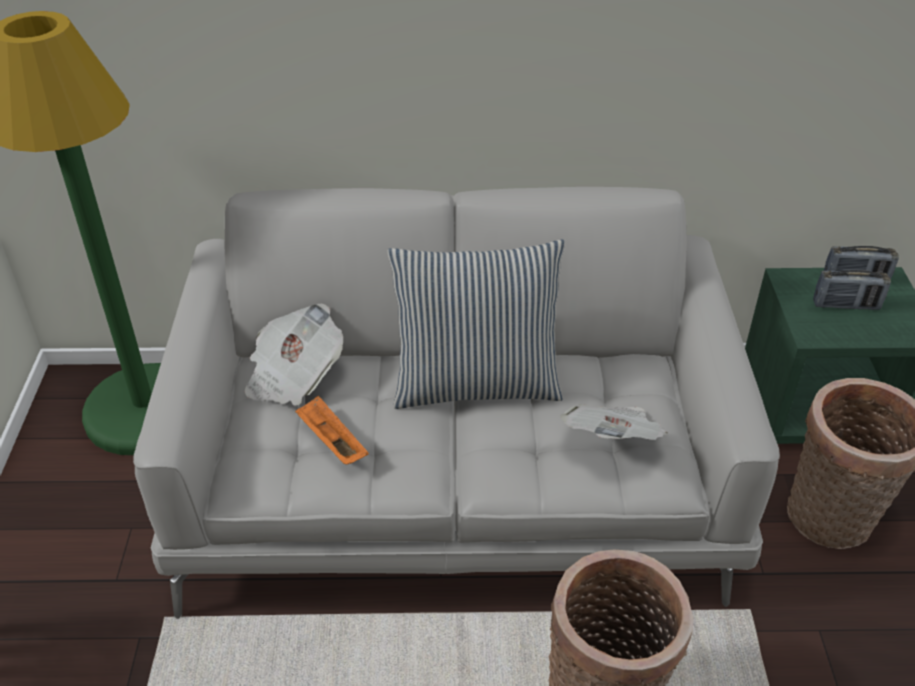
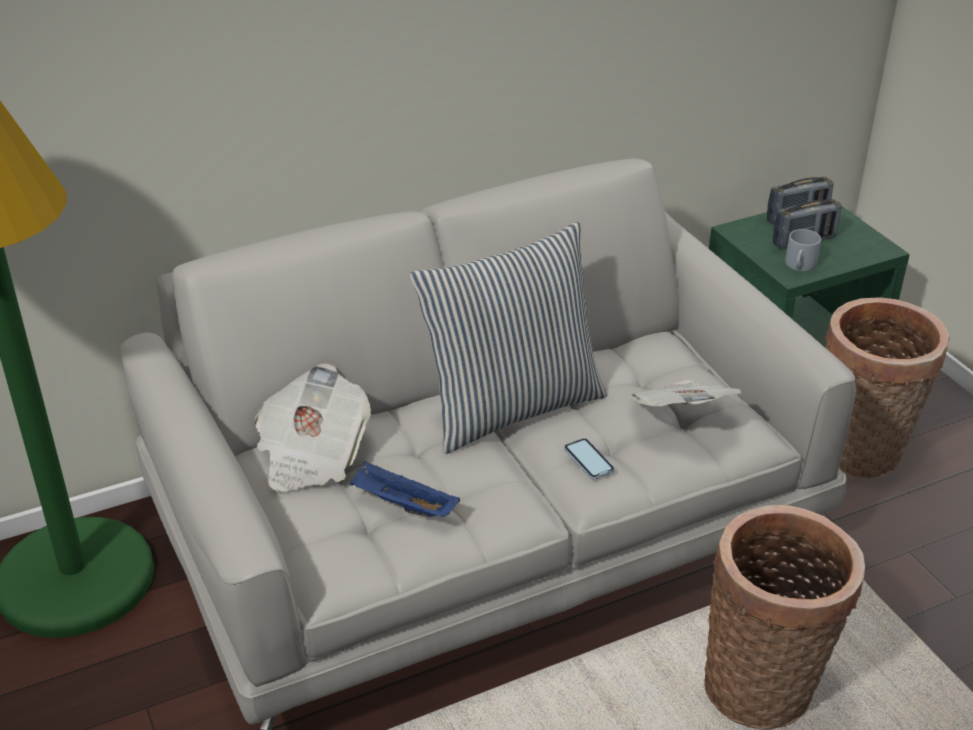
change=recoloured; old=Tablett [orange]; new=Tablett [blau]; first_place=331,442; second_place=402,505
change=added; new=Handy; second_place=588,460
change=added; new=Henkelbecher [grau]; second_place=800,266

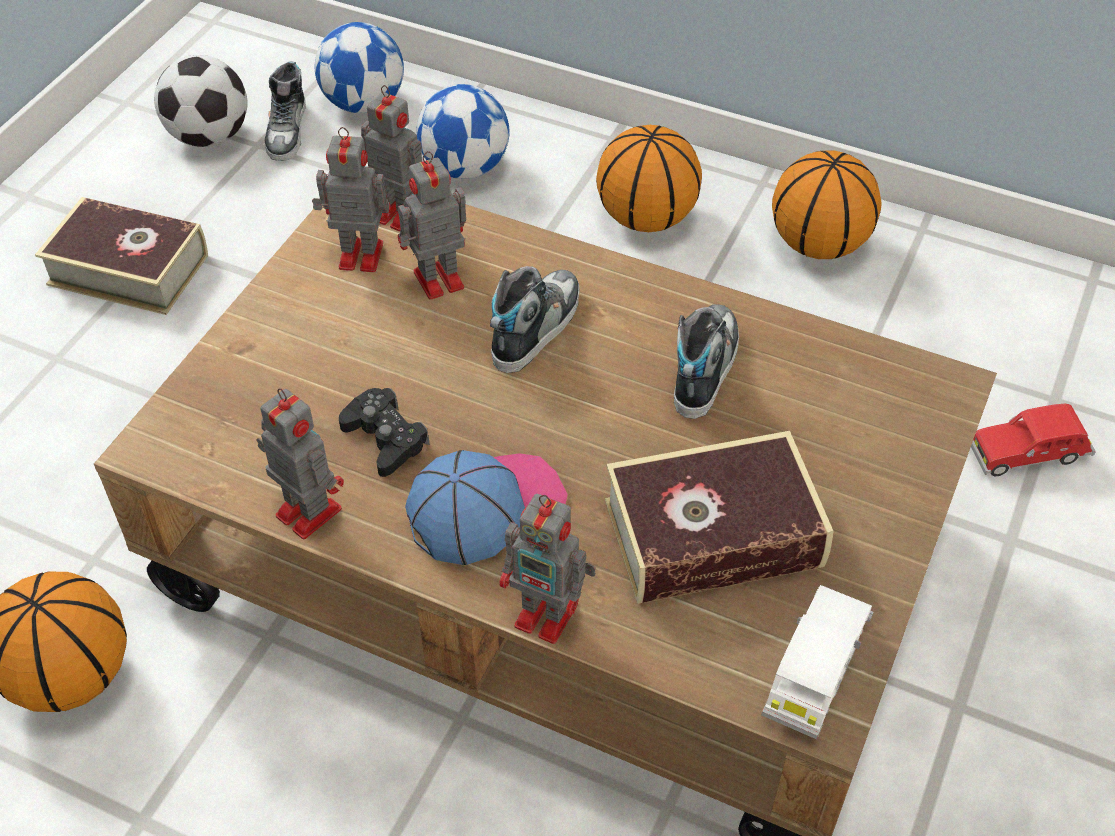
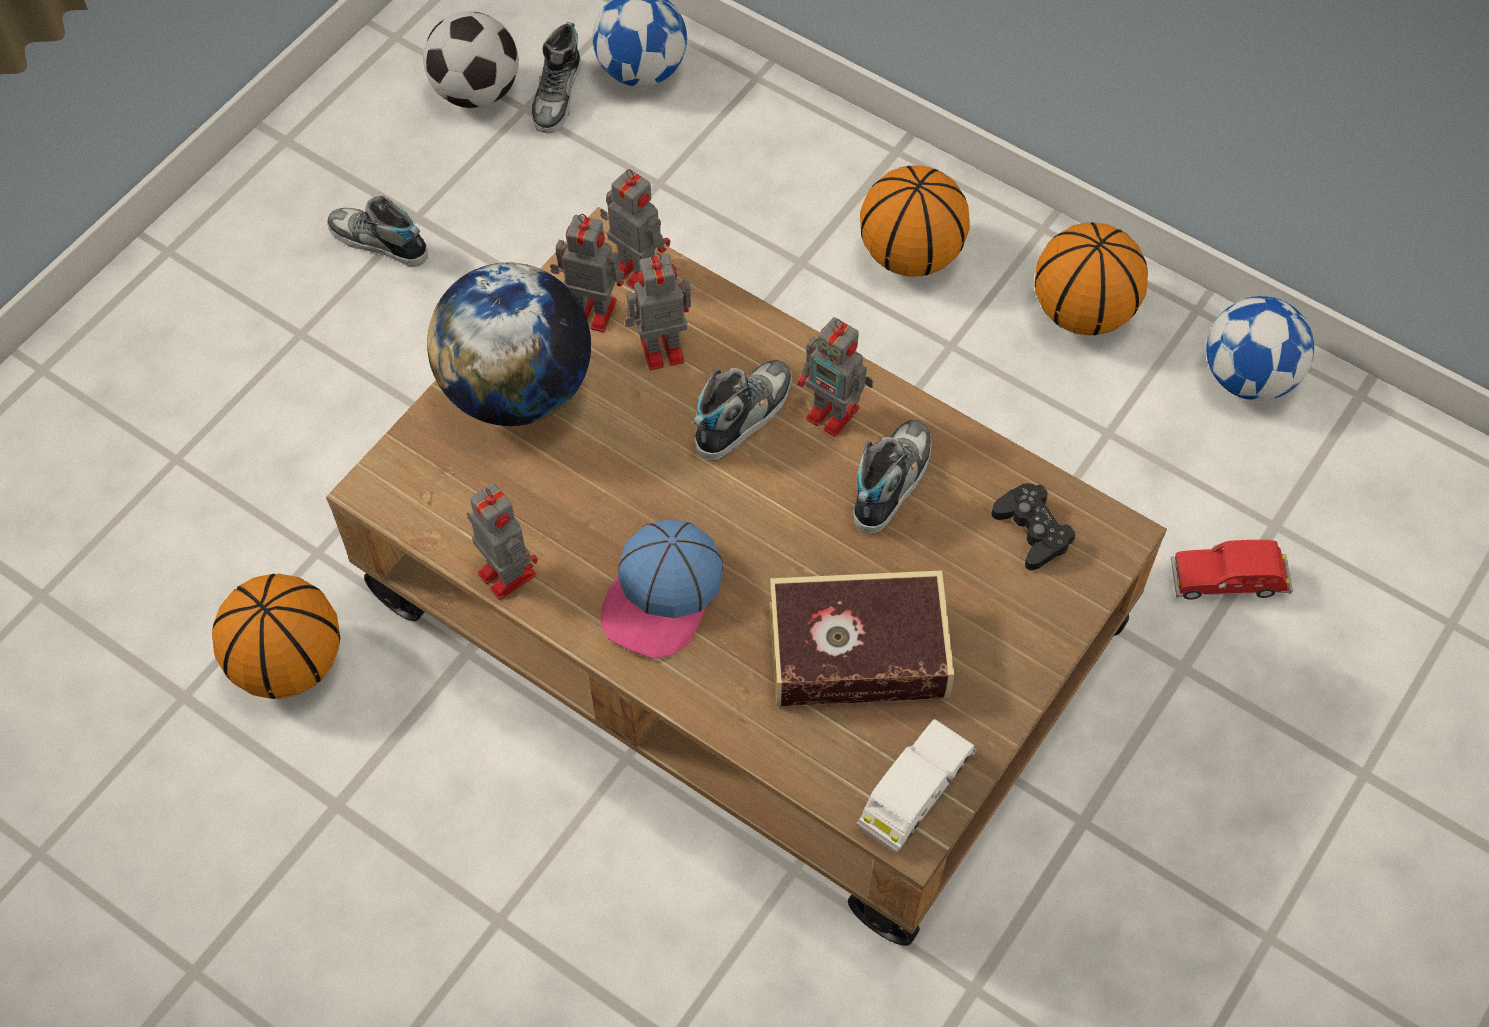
change=replaced; old=Buch; new=Schuh; first_place=128,269; second_place=379,242
change=moved; old=Gamepad [schwarz]; first_place=385,438; second_place=1032,531
change=turned; old=Kappe; first_place=486,509; second_place=662,595; degrees=135
change=moved; old=Fußball; first_place=465,168; second_place=1248,377
change=moved; old=Spielzeugroboter; first_place=549,616; second_place=835,414
change=added; new=Globus; second_place=517,390

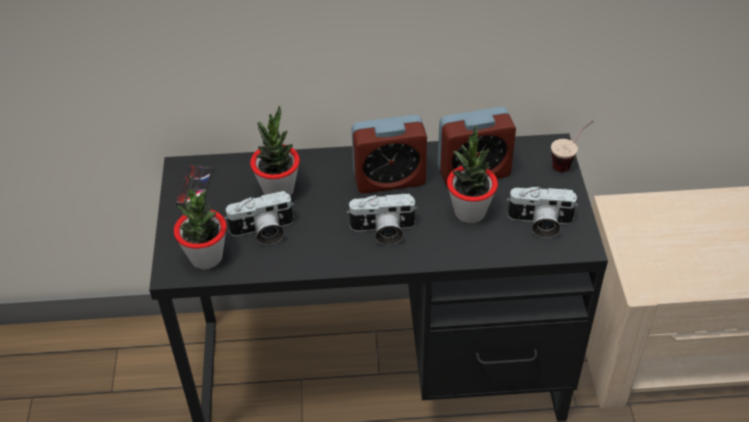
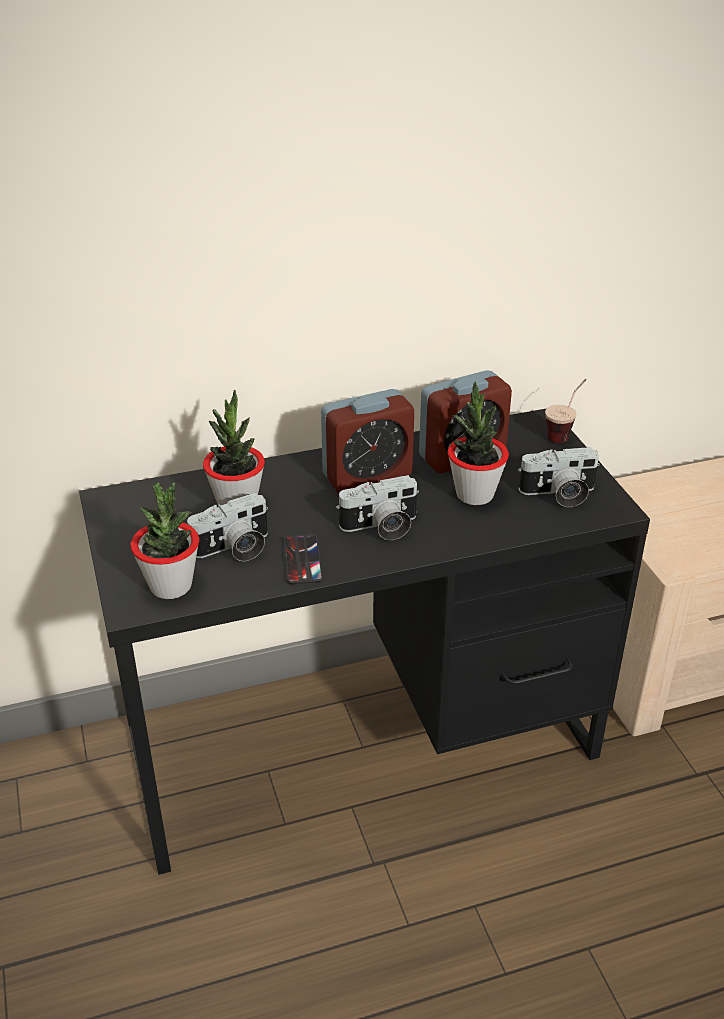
change=moved; old=Handy; first_place=194,186; second_place=302,559

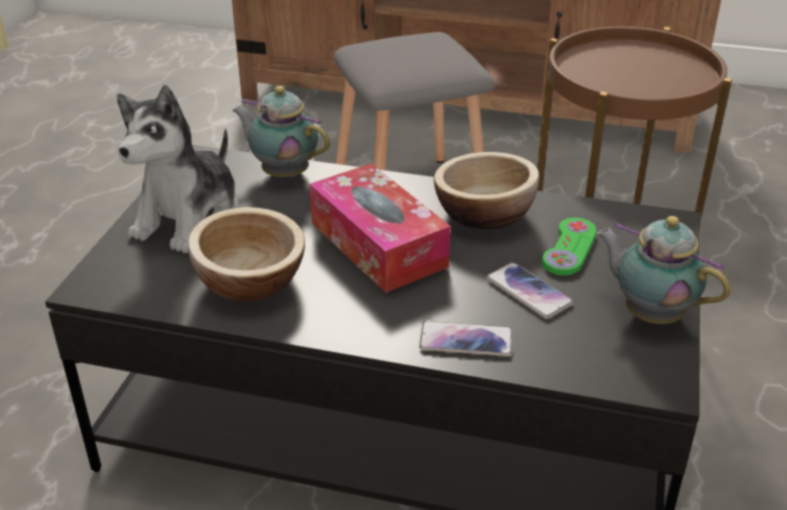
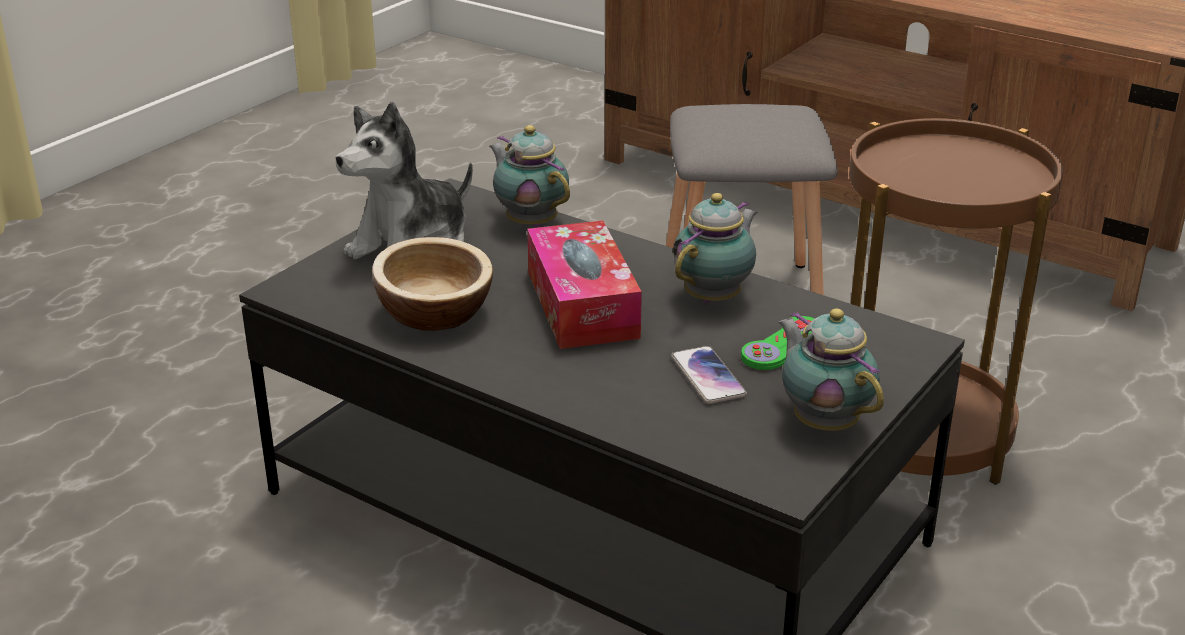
change=removed; old=Handy; first_place=466,340
change=replaced; old=Schüssel; new=Teekanne; first_place=484,214; second_place=715,297

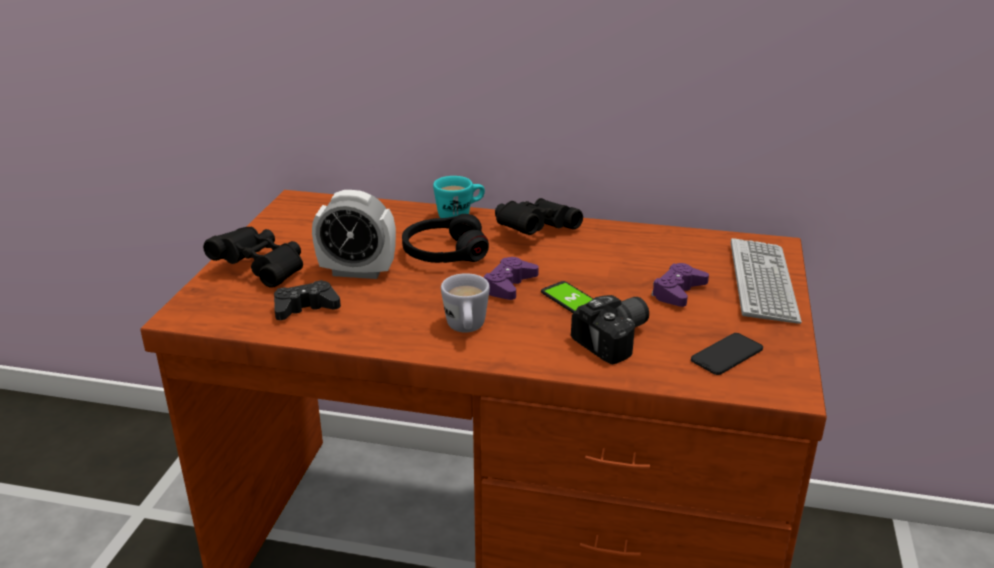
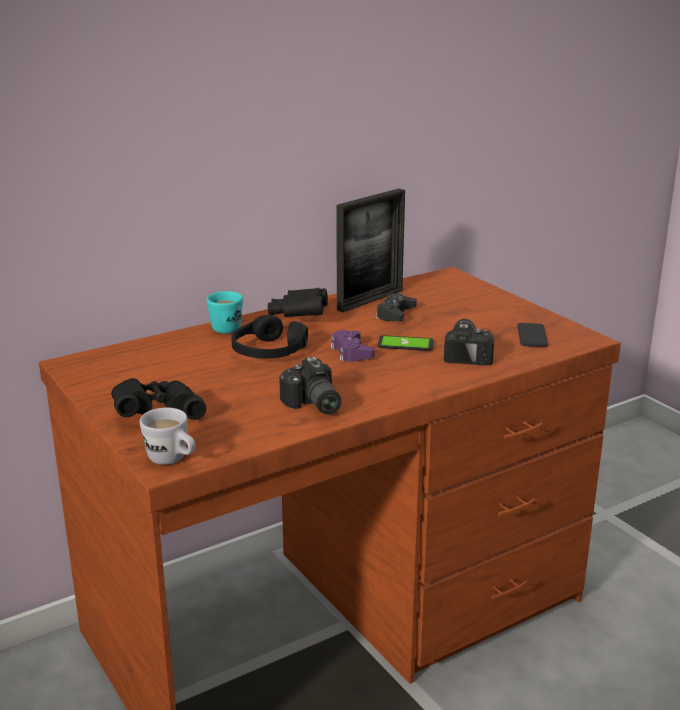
change=moved; old=Gamepad [schwarz]; first_place=305,308; second_place=395,314
change=removed; old=Wecker; first_place=357,272
change=moved; old=Henkelbecher [weiß]; first_place=466,330; second_place=172,460
change=removed; old=Gamepad [lila]; first_place=678,292
change=removed; old=Tastatur; first_place=763,282
change=added; new=Kamera; second_place=312,405
change=added; new=Bilderrahmen; second_place=370,300

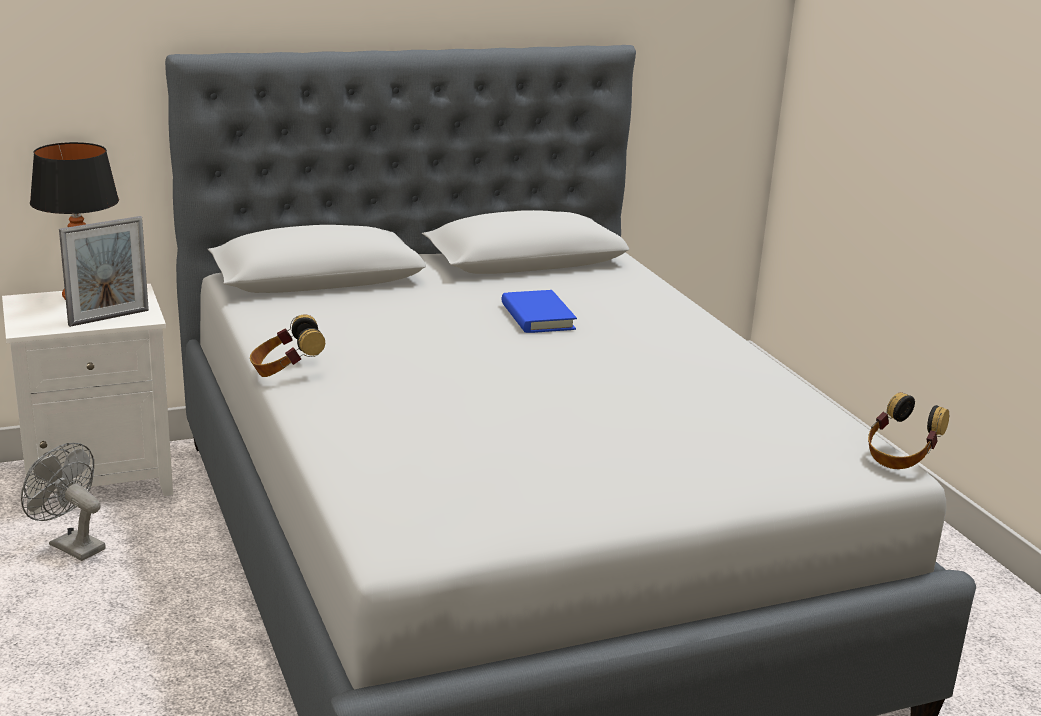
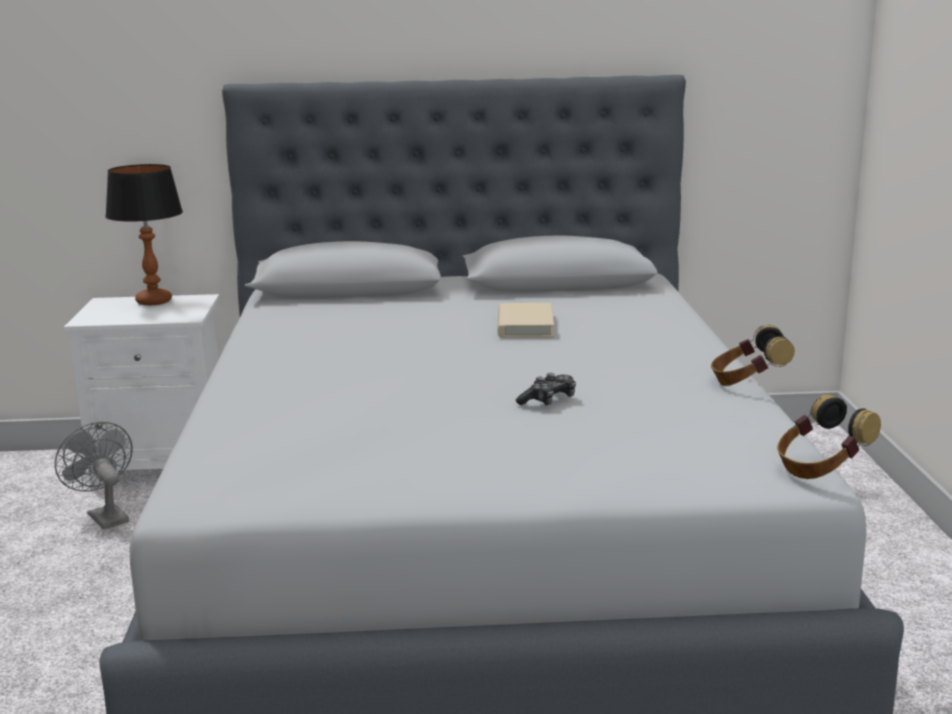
change=removed; old=Bilderrahmen; first_place=109,317
change=moved; old=Kopfhörer; first_place=286,371; second_place=747,383
change=recoloured; old=Buch [blau]; new=Buch [beige]; first_place=537,316; second_place=525,326
change=added; new=Gamepad; second_place=548,400

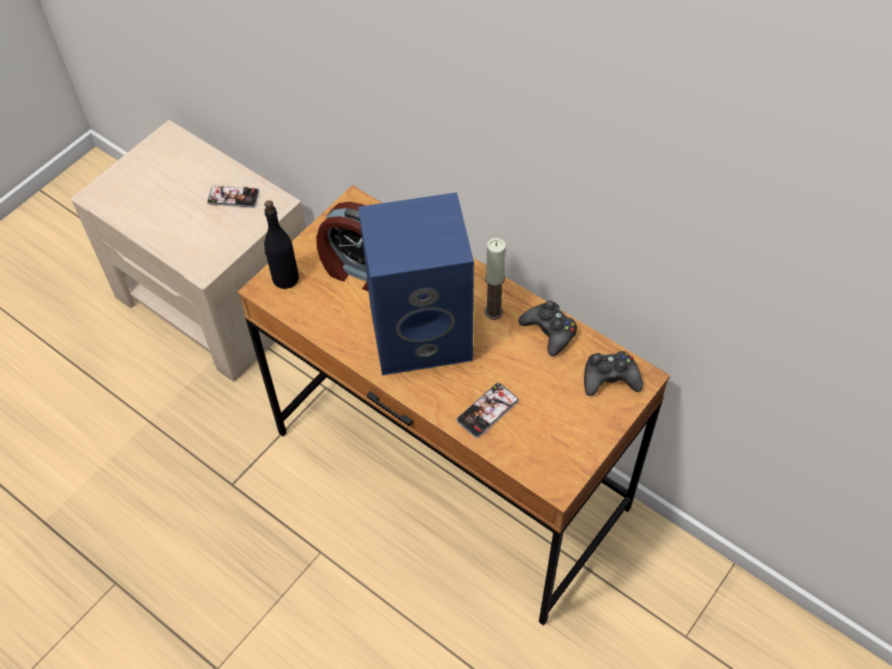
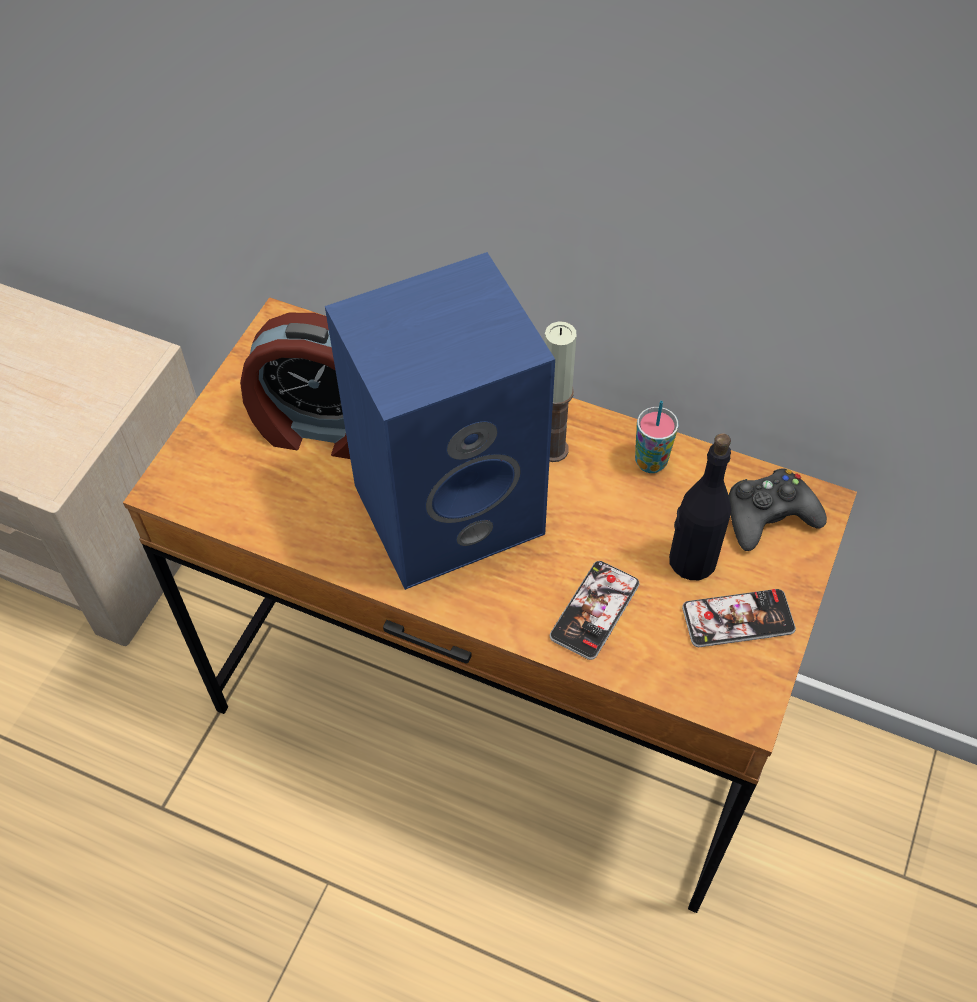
change=moved; old=Handy; first_place=233,197; second_place=738,619
change=moved; old=Flasche [schwarz]; first_place=285,278; second_place=691,560
change=replaced; old=Gamepad [schwarz]; new=Tasse; first_place=549,331; second_place=650,462

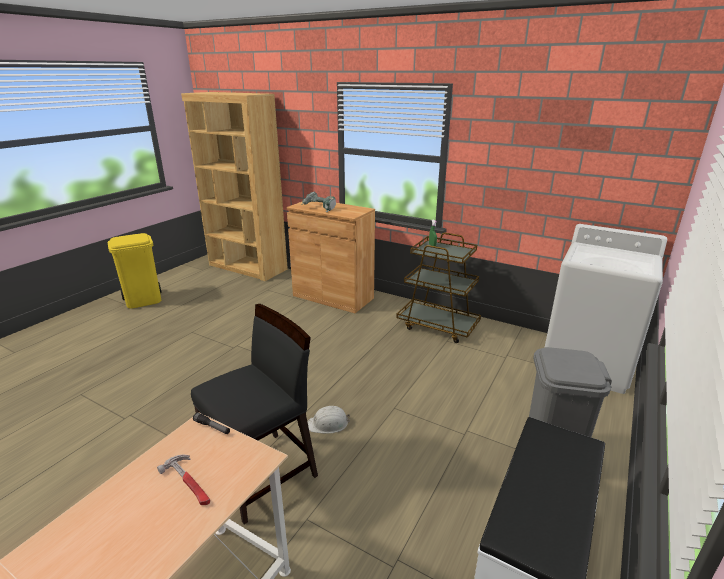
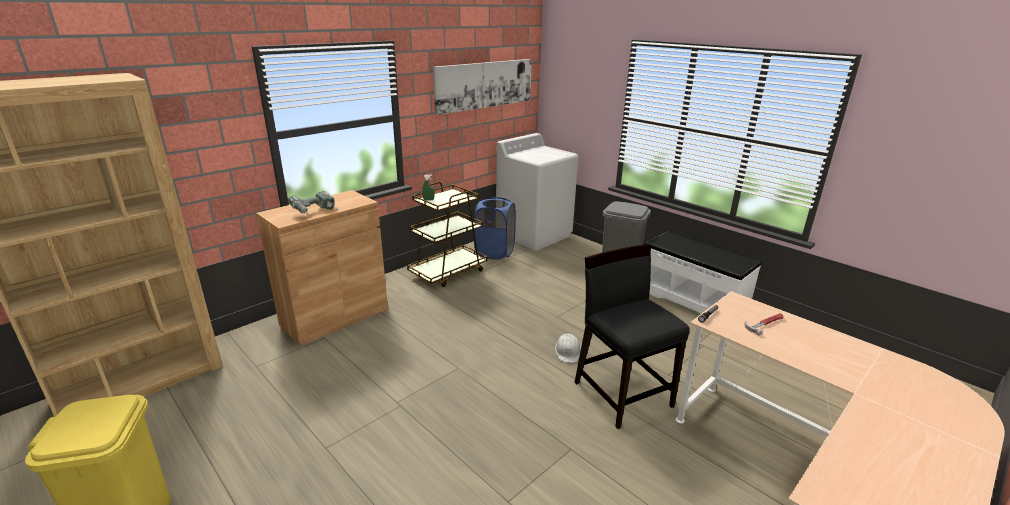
change=added; new=Bild; second_place=485,85
change=added; new=Wäschekorb [blau]; second_place=494,252

